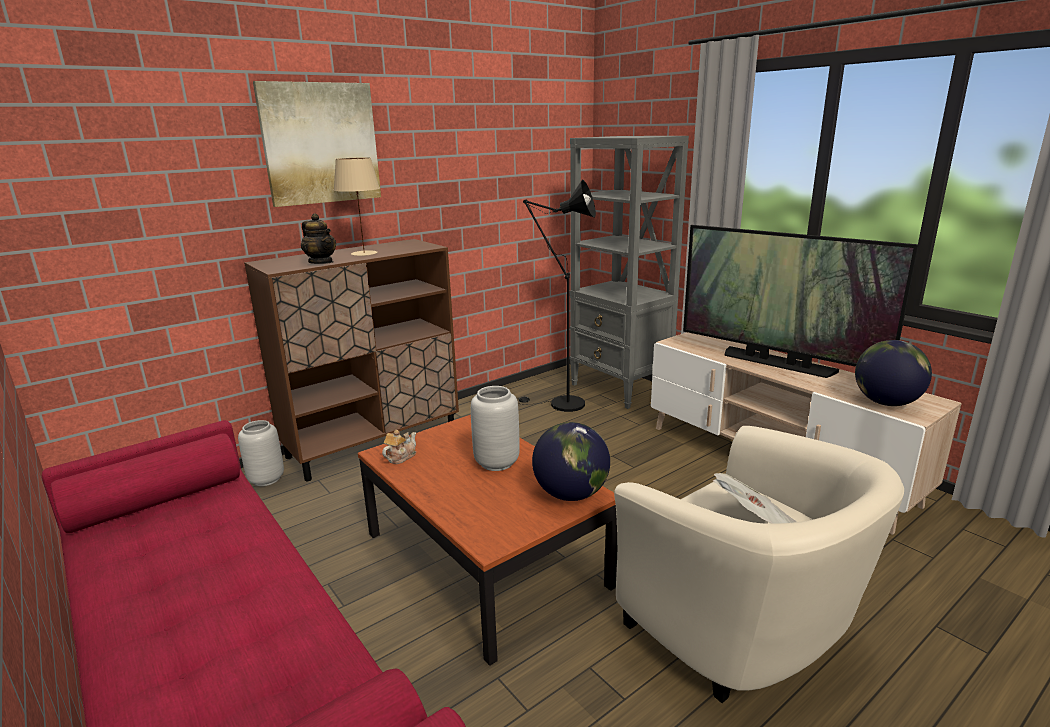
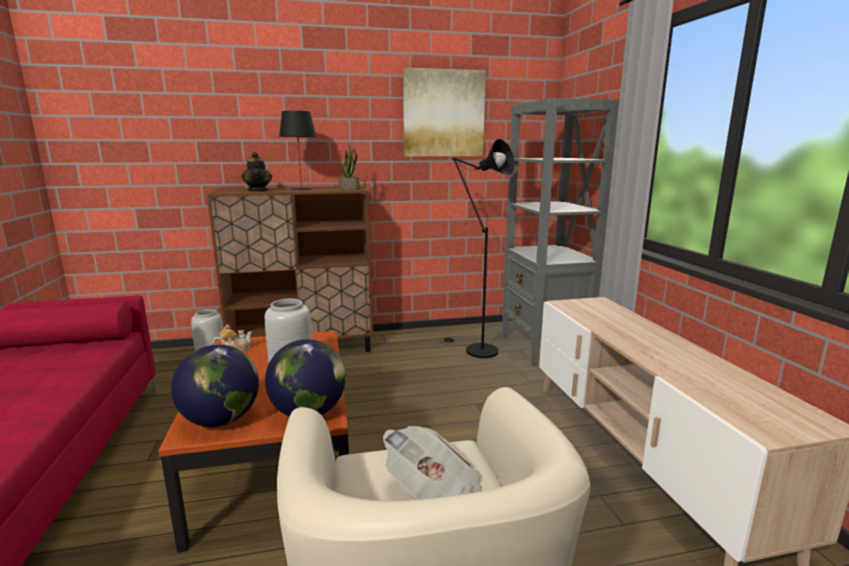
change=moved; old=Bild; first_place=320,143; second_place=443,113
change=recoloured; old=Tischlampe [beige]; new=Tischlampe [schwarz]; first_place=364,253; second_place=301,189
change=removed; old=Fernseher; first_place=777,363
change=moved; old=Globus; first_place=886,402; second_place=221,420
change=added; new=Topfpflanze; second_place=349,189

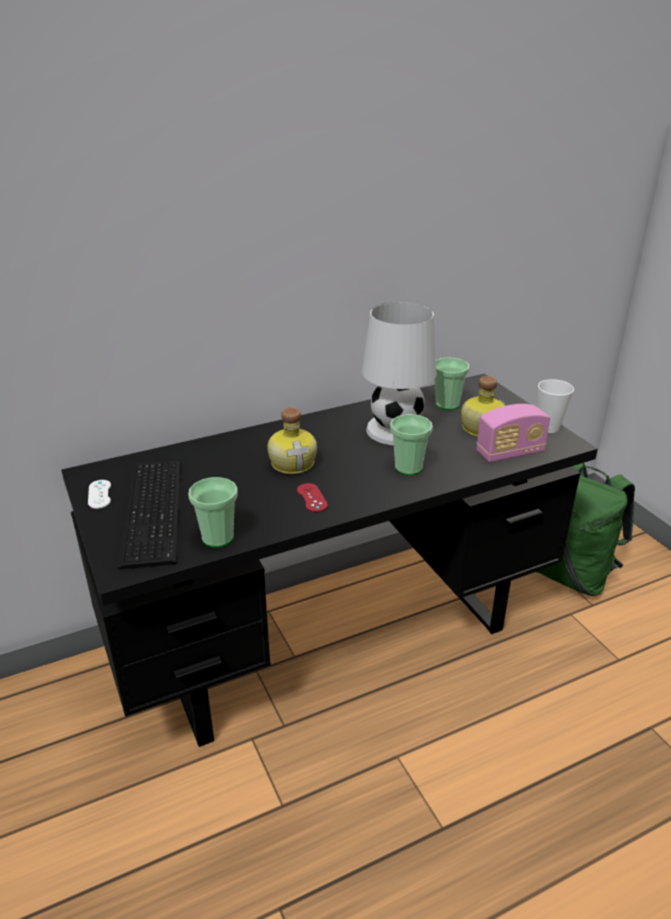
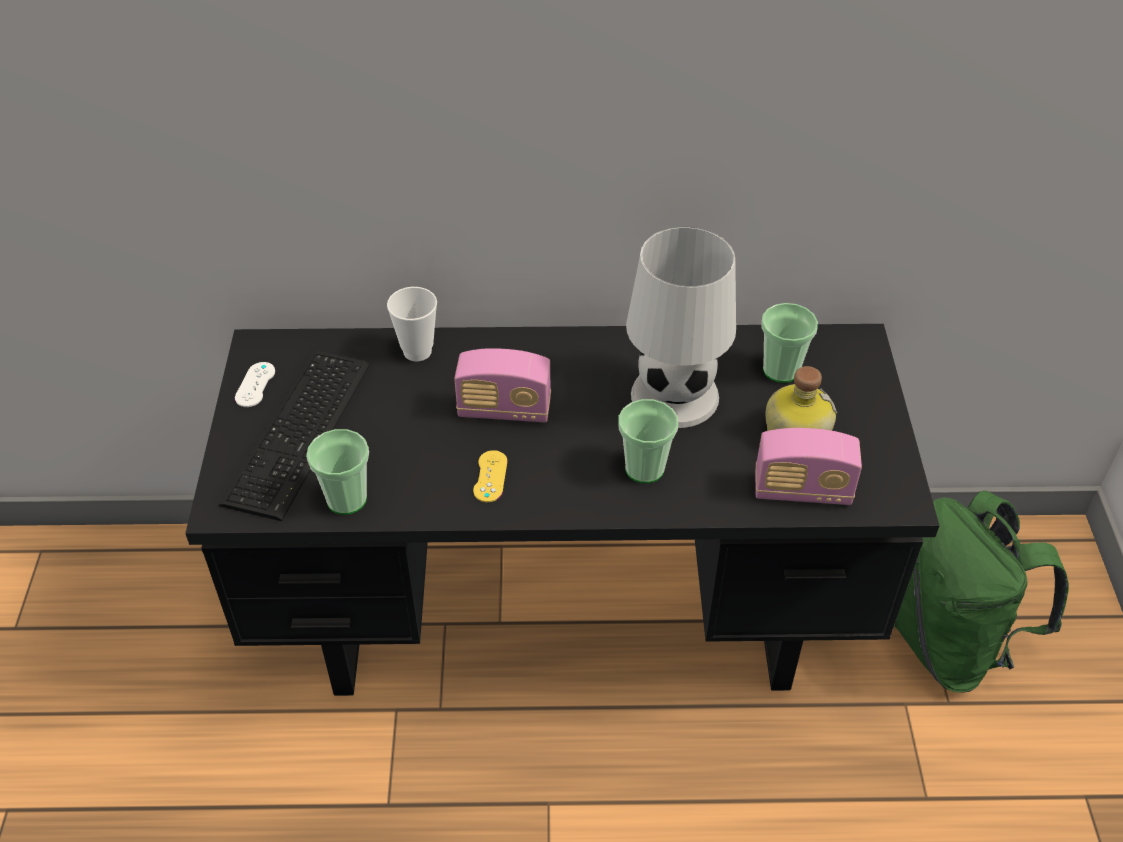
change=replaced; old=Flasche; new=Radio; first_place=293,463; second_place=504,410
change=recoloured; old=Gamepad [rot]; new=Gamepad [gelb]; first_place=312,498; second_place=490,476
change=moved; old=Tasse; first_place=548,428; second_place=417,351

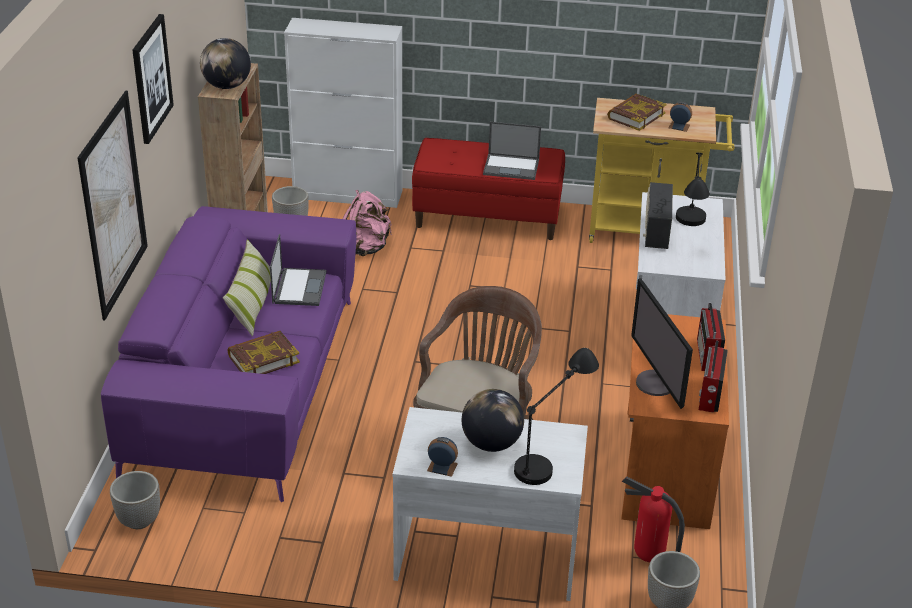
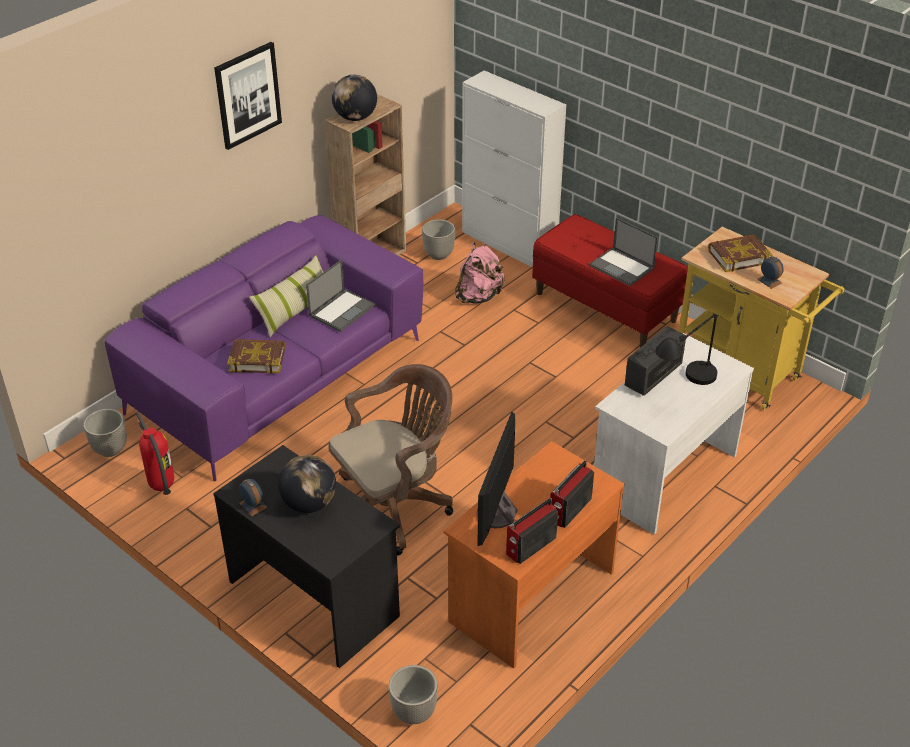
change=removed; old=Bild; first_place=114,205
change=recoloured; old=Schreibtisch [weiß]; new=Schreibtisch [schwarz]; first_place=486,555; second_place=314,597
change=removed; old=Tischlampe [schwarz]; first_place=552,453
change=moved; old=Feuerlöscher; first_place=648,557; second_place=161,487

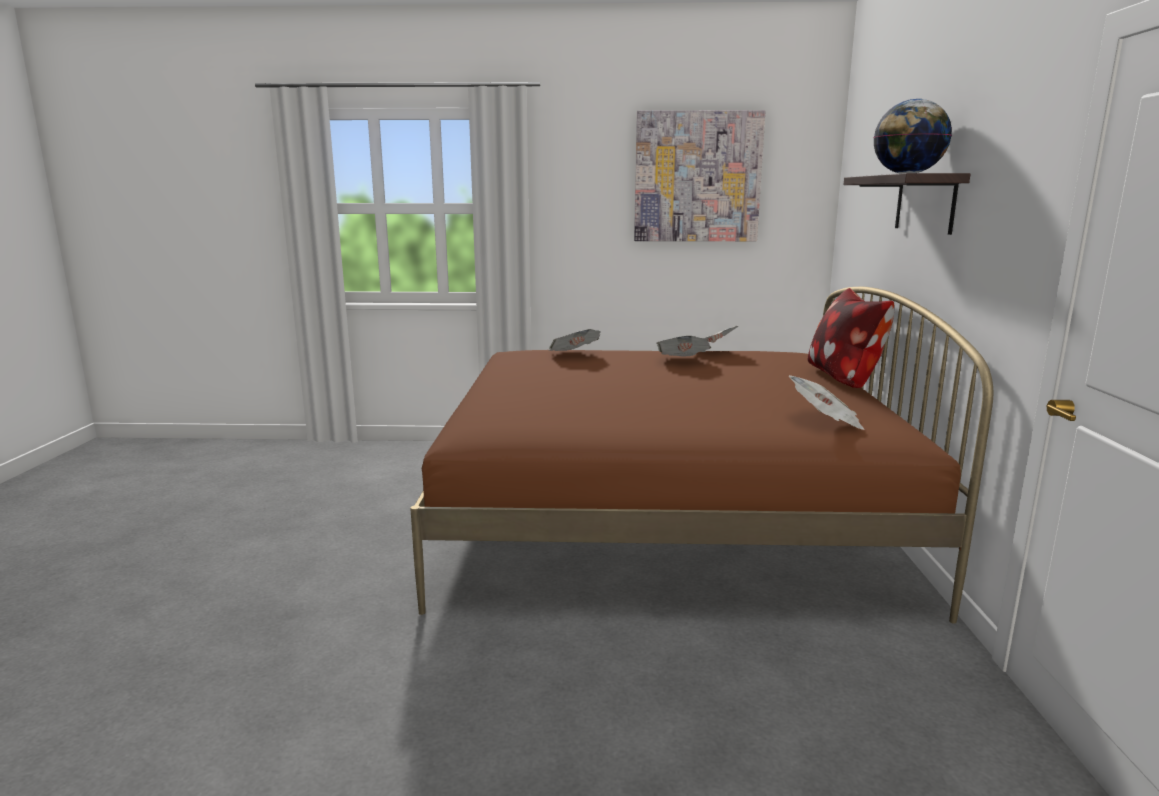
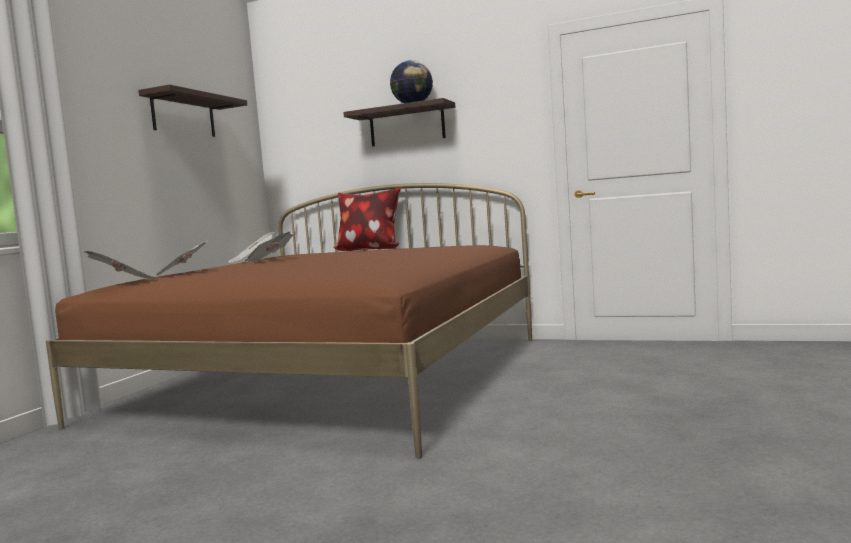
change=replaced; old=Bild; new=Wandregal; first_place=697,177; second_place=183,115
change=moved; old=Zeitung; first_place=825,422; second_place=124,283

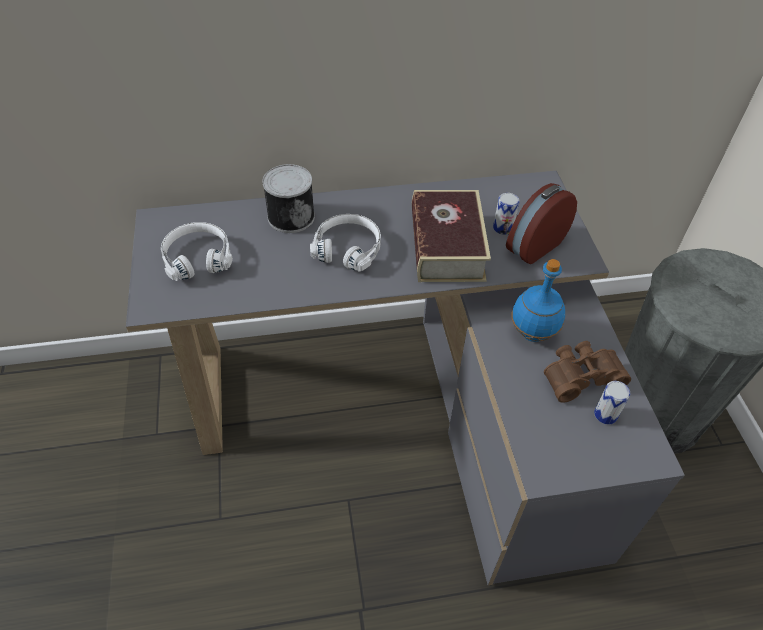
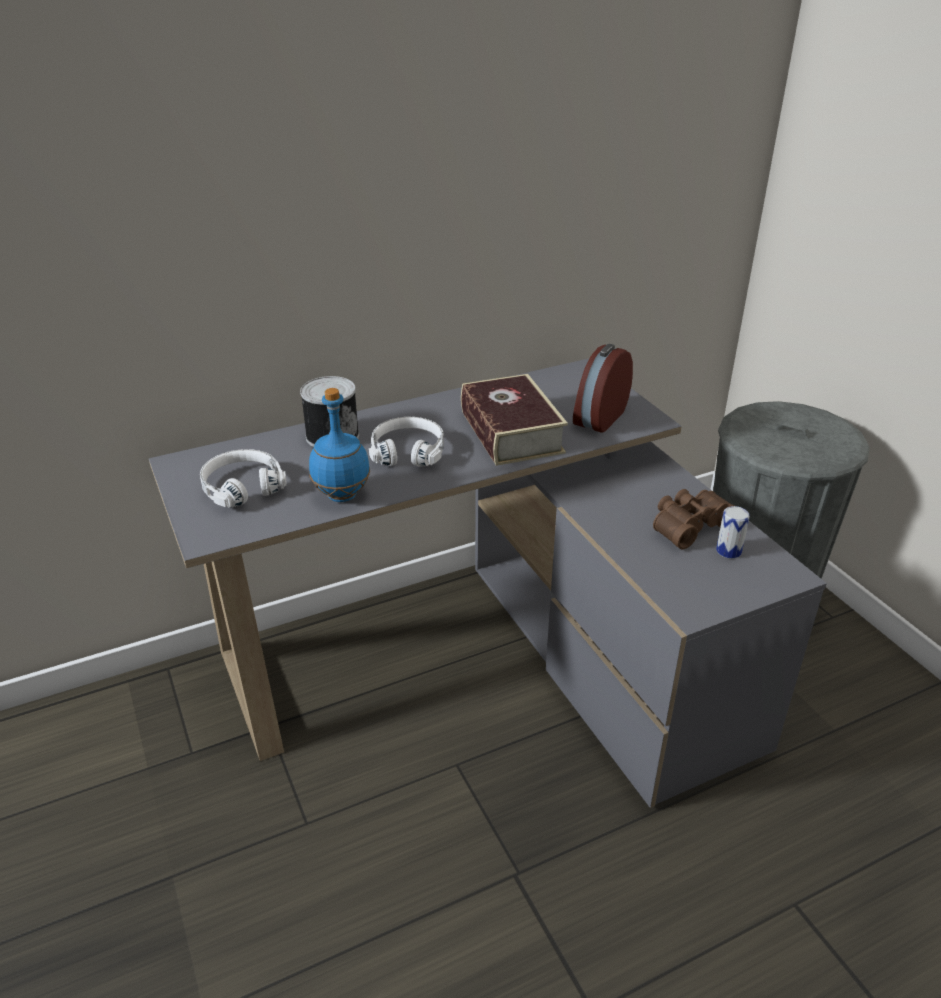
change=removed; old=Dose; first_place=503,228
change=moved; old=Flasche [blau]; first_place=533,334; second_place=342,496

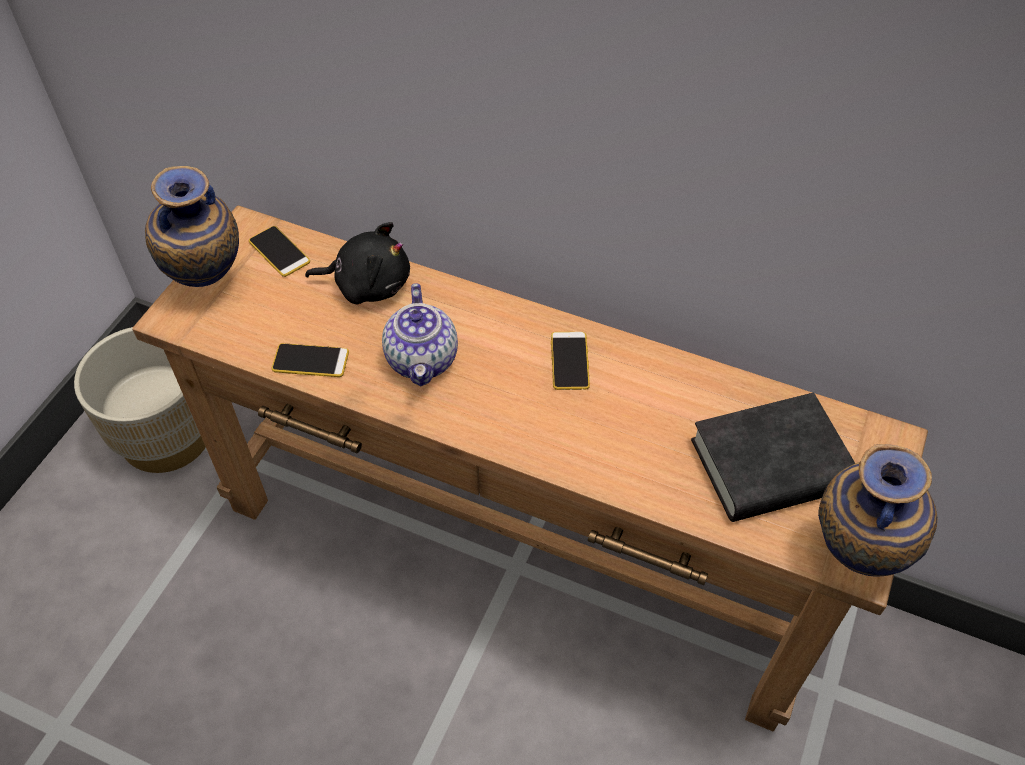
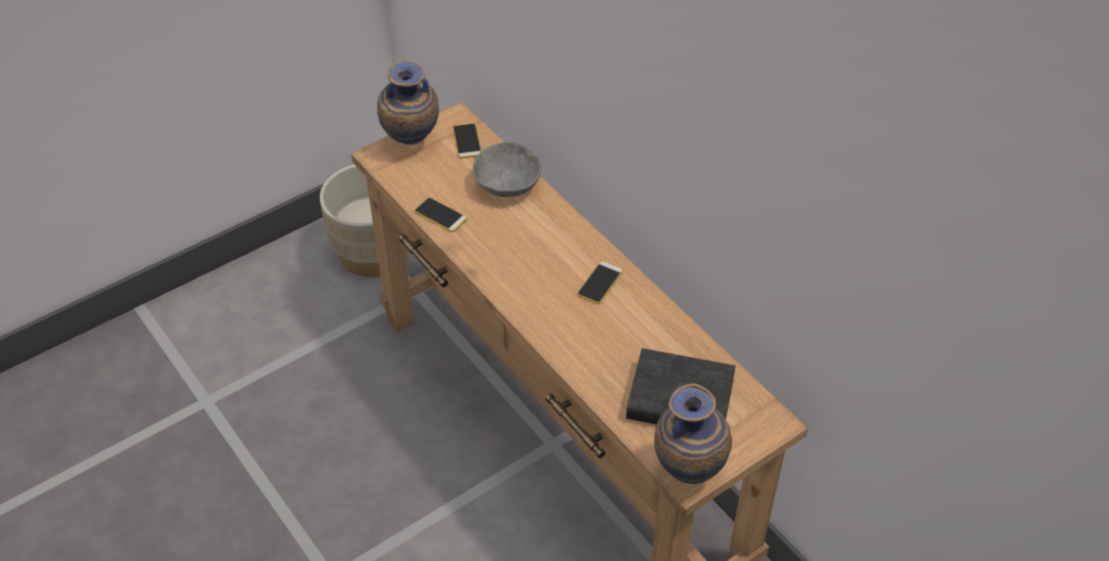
change=replaced; old=Plüschtier [schwarz]; new=Schüssel [grau]; first_place=368,284; second_place=507,184
change=removed; old=Teekanne; first_place=423,360

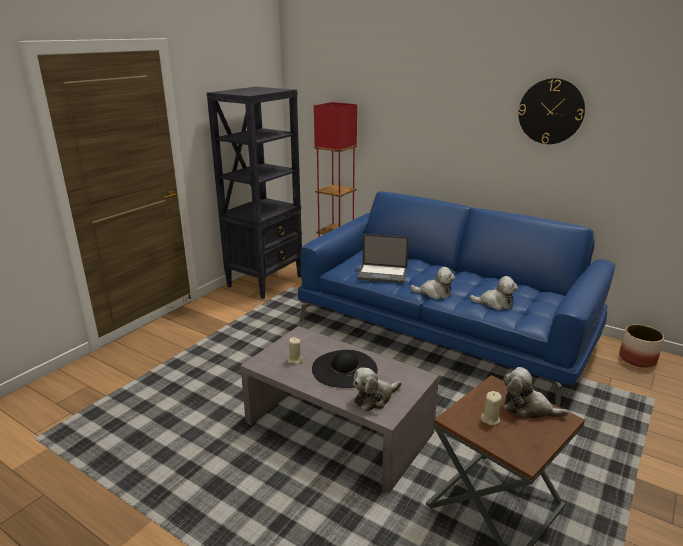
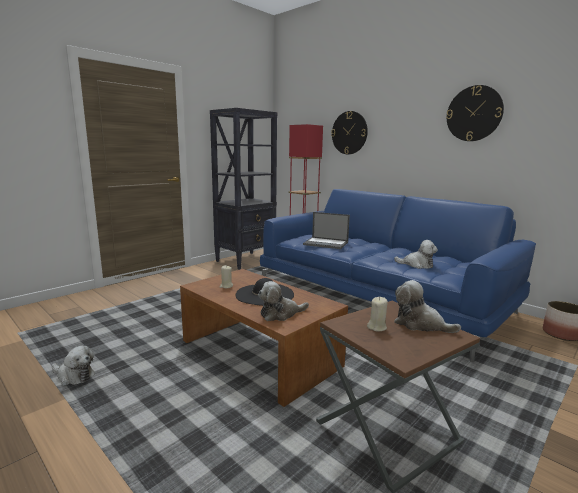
change=recoloured; old=Couchtisch [grau]; new=Couchtisch [braun]; first_place=339,427; second_place=260,353
change=moved; old=Plüschtier; first_place=434,293; second_place=74,376
change=added; new=Wanduhr; second_place=349,133

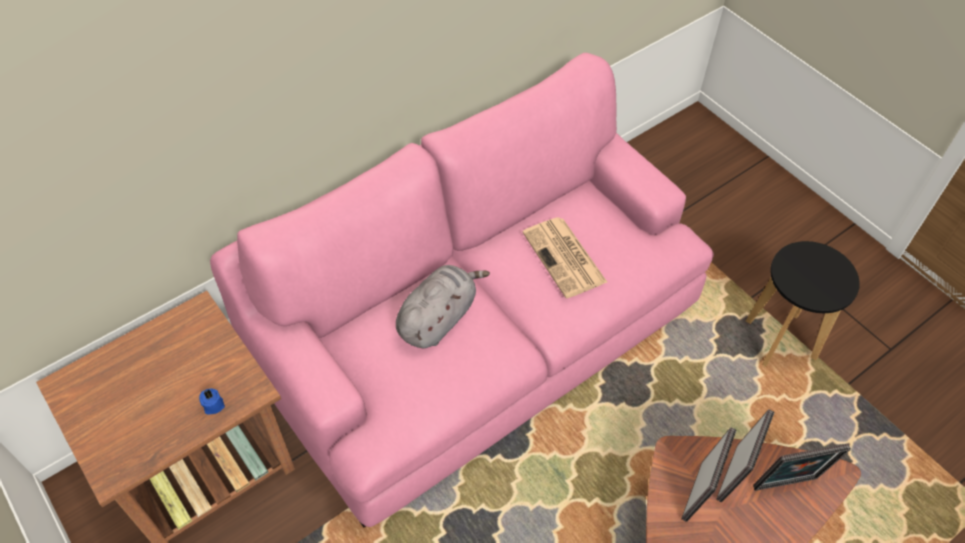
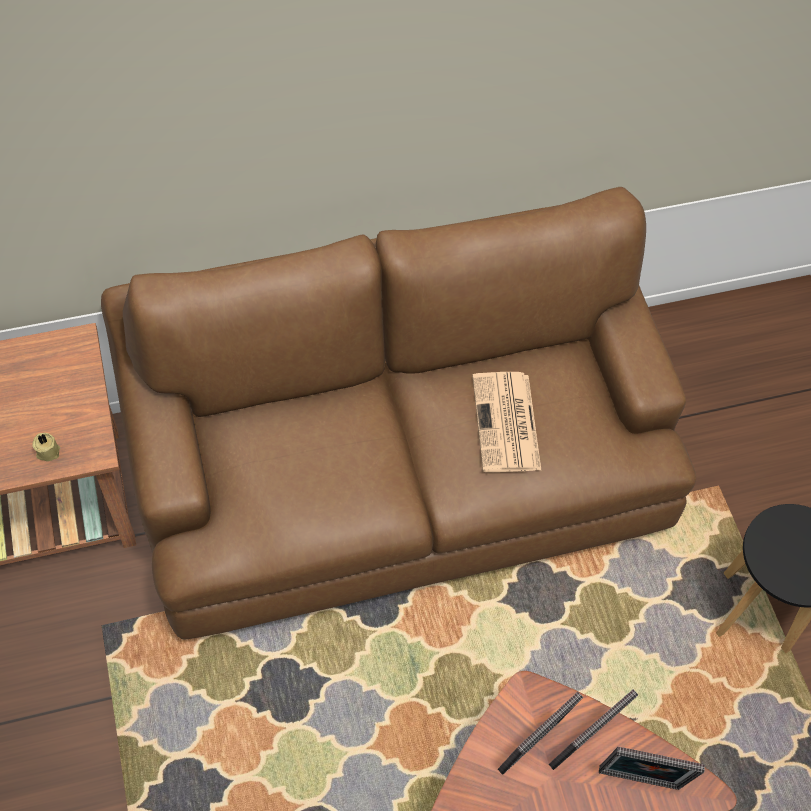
change=recoloured; old=Kerze [blau]; new=Kerze [beige]; first_place=213,405; second_place=47,451
change=recoloured; old=Sofa [rosa]; new=Sofa [braun]; first_place=480,336; second_place=400,474
change=removed; old=Plüschtier [grau]; first_place=438,318

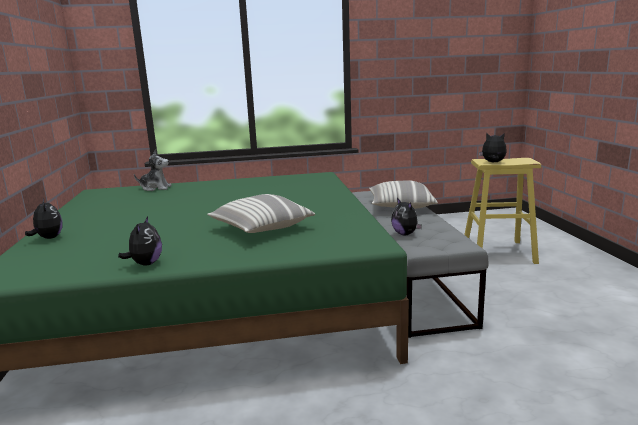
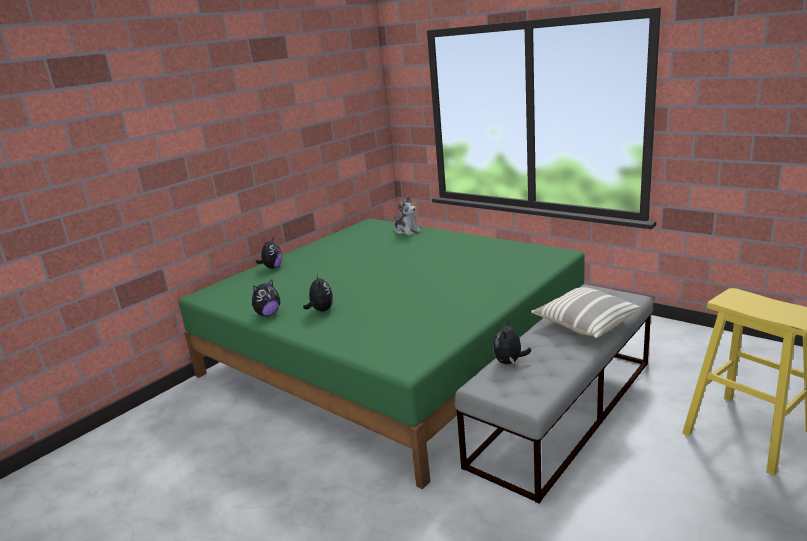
change=removed; old=Kissen; first_place=261,228
change=moved; old=Plüschtier; first_place=493,162; second_place=321,310

